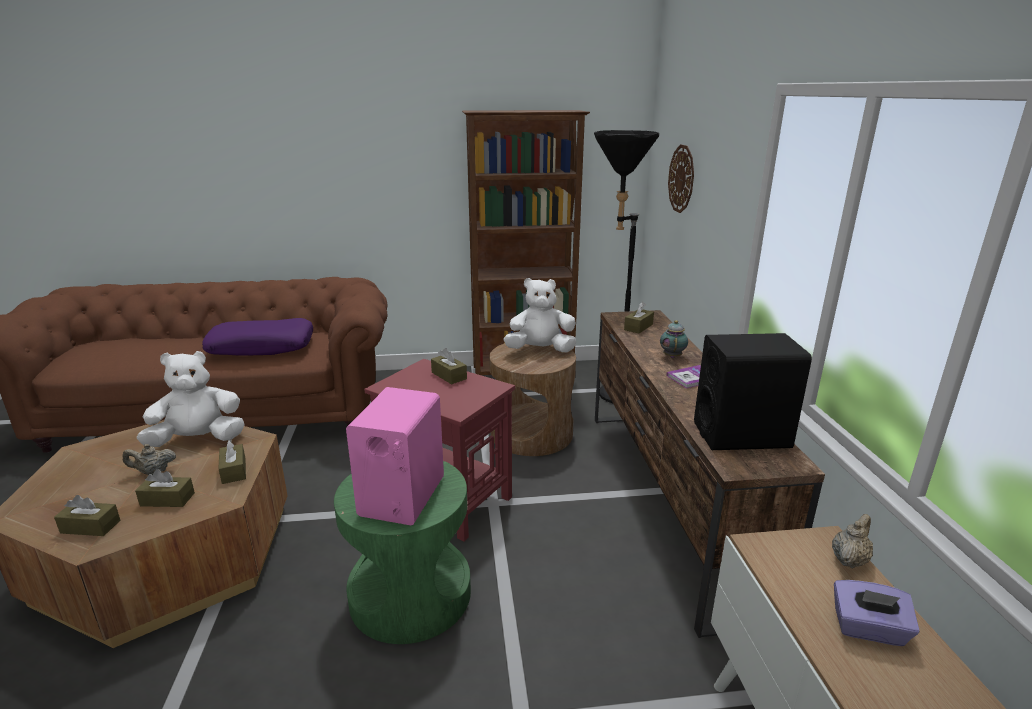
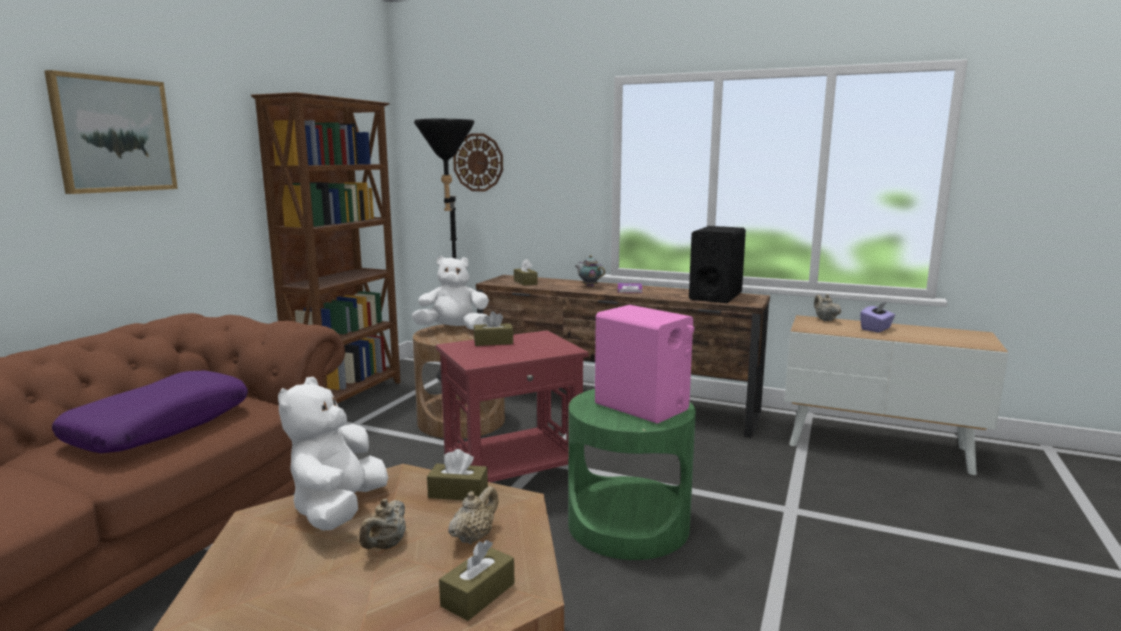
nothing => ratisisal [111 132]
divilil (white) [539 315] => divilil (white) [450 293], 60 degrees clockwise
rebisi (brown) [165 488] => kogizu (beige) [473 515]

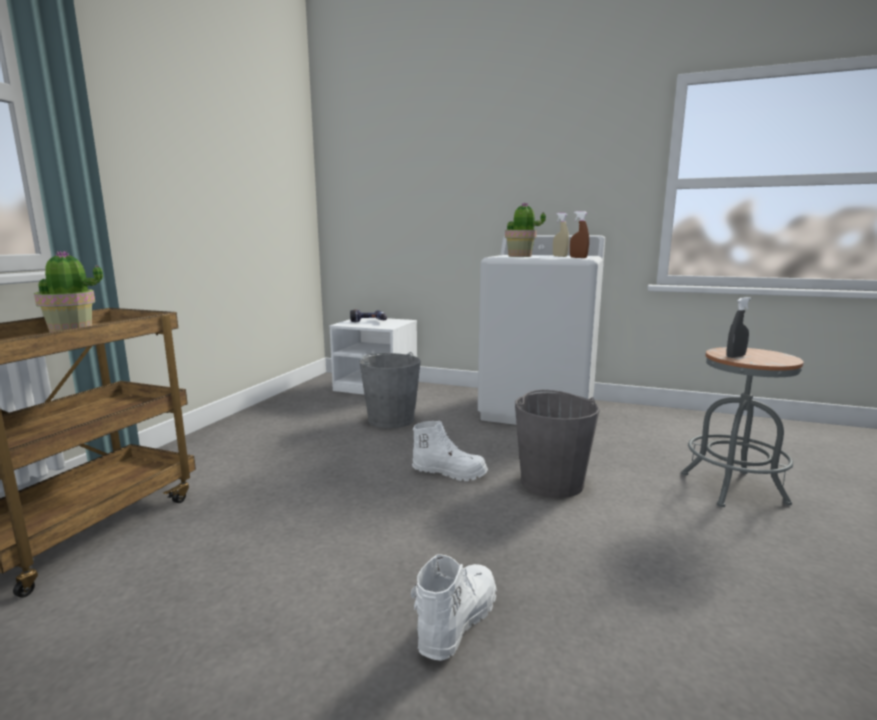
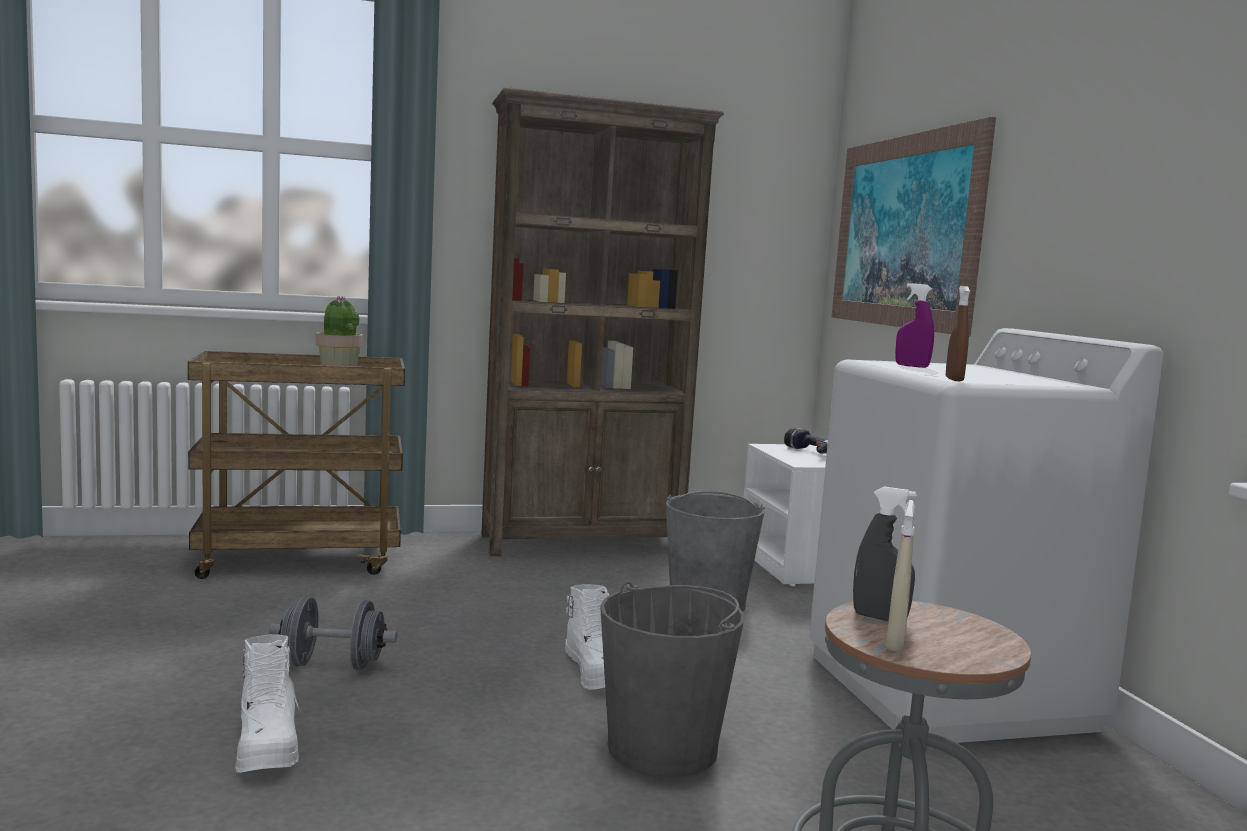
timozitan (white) [454 607] => timozitan (white) [268 703], 75 degrees clockwise
nothing => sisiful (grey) [333 633]
nothing => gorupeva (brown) [602 321]
nothing => ratisisal [913 227]
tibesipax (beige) [561 235] => tibesipax (beige) [900 576], moved
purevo [525 229] => tibesipax (purple) [914 325]

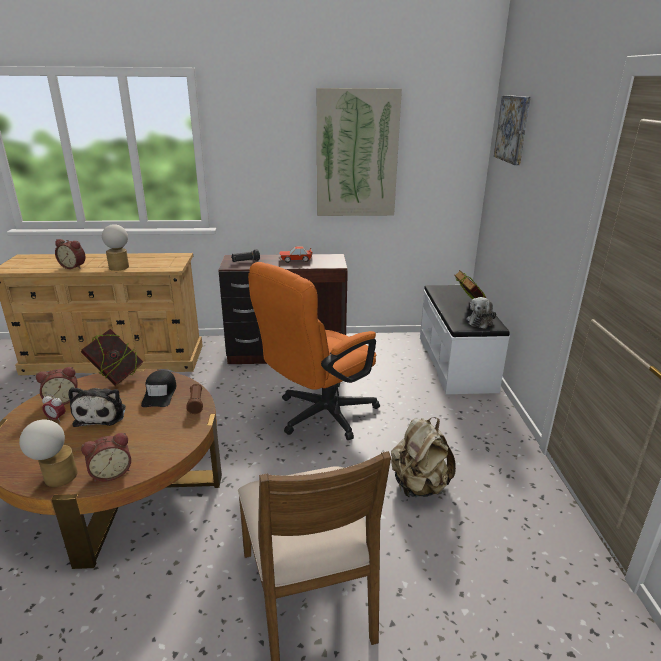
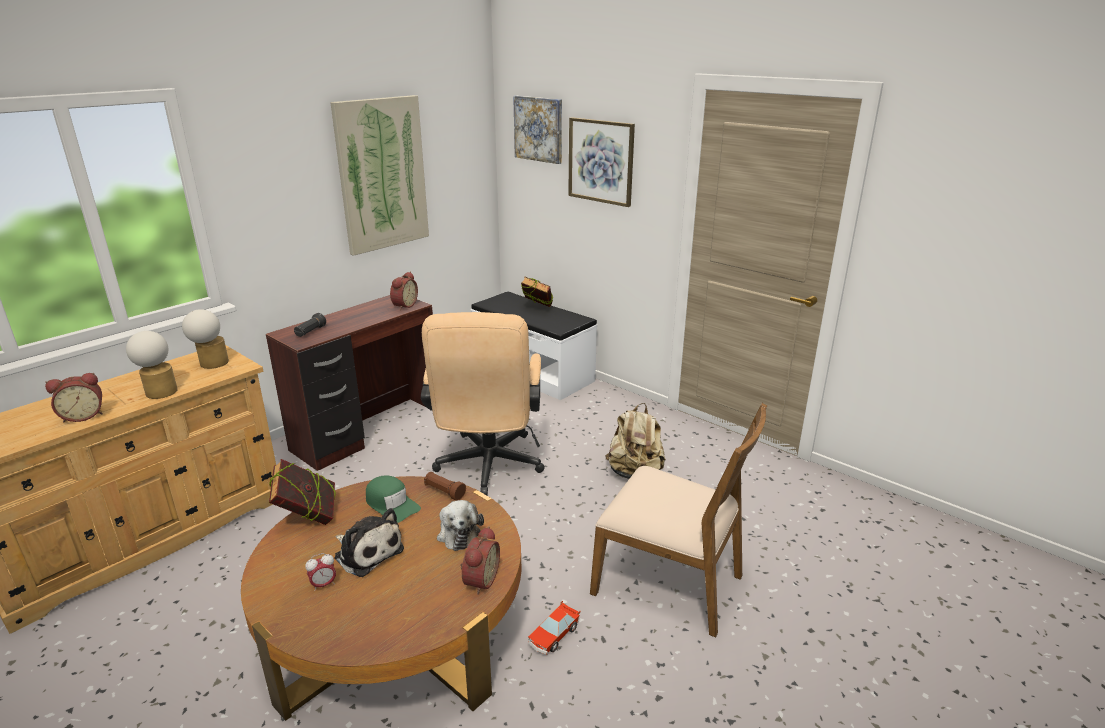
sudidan [48 453] => sudidan [205 339], moved
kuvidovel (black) [159 388] => kuvidovel (green) [393 499]
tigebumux [56 386] => tigebumux [404 291], moved
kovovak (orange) [314 351] => kovovak (beige) [483 403]
divilil [481 313] => divilil [460 525], moved
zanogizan [296 254] => zanogizan [554 628], moved
nothing => ratisisal [601 162]

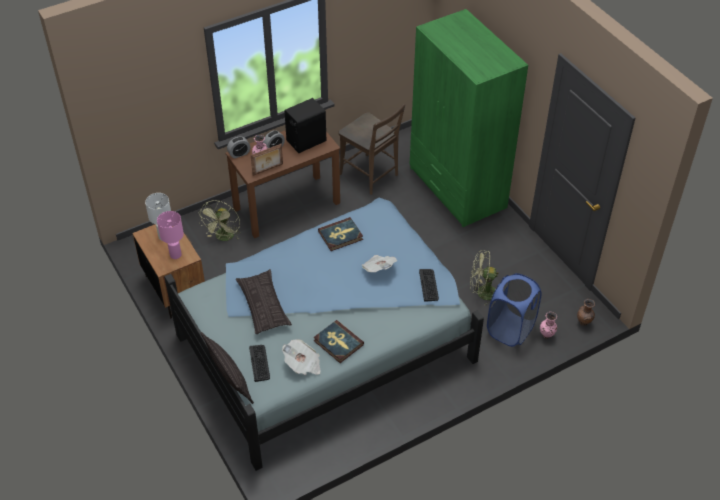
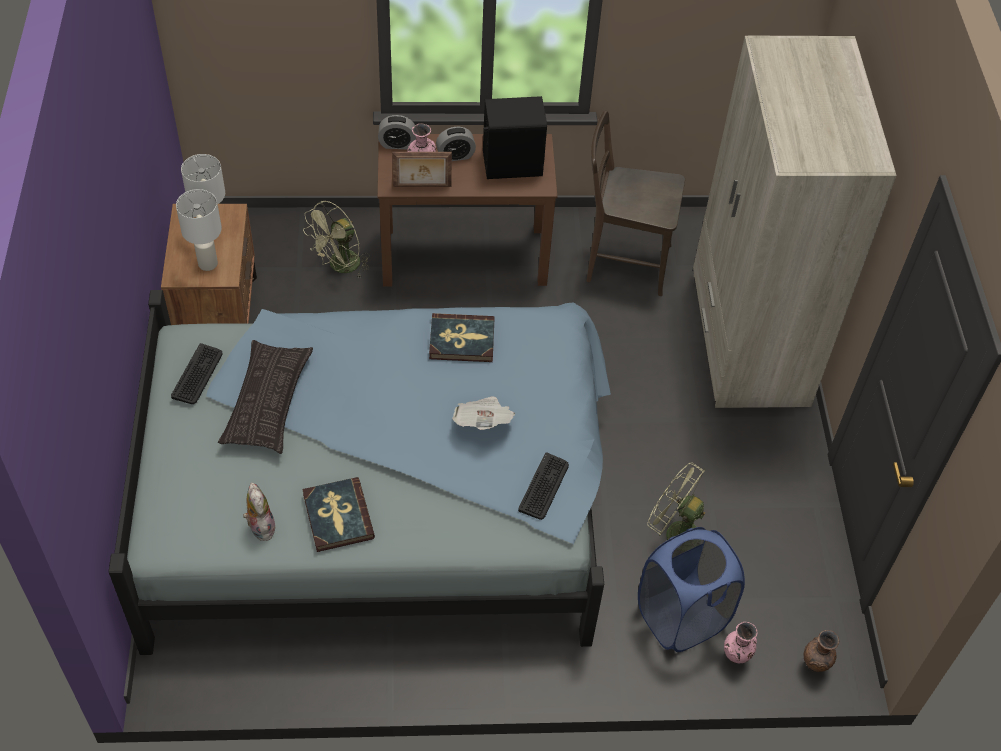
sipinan [259 363] => sipinan [197 373], moved
sudidan (pink) [170 235] => sudidan (white) [198 230]
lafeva [301 357] => divilil [259 511]
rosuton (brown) [372 149] => rosuton (brown) [635 203], 120 degrees clockwise
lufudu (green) [469 118] => lufudu (beige) [795 222]
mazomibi [227 368] => nothing

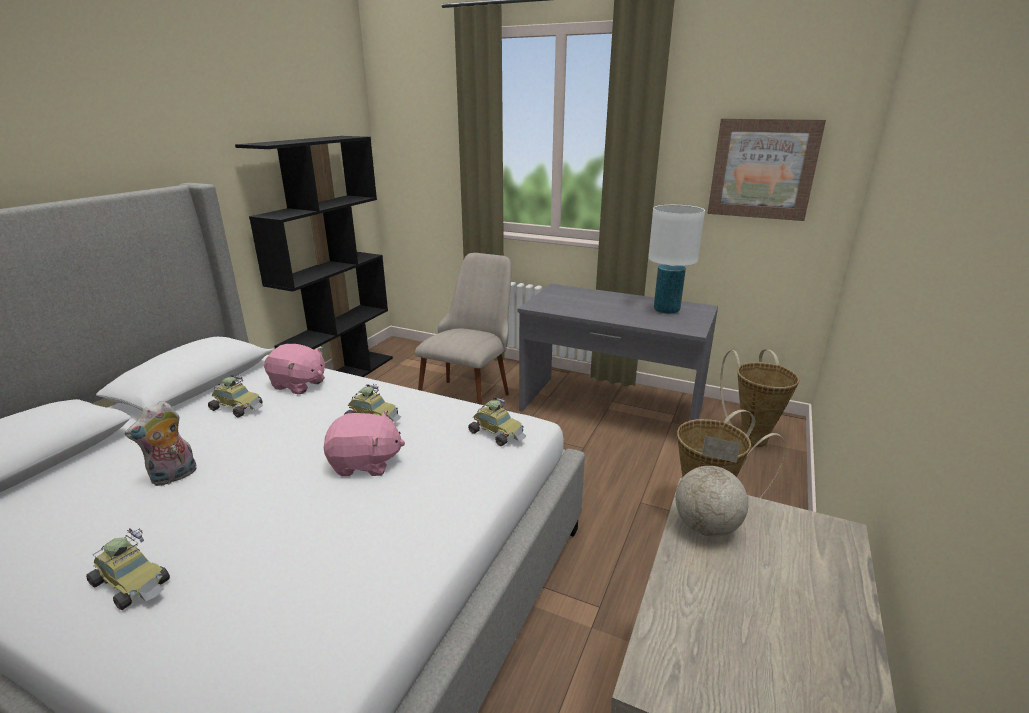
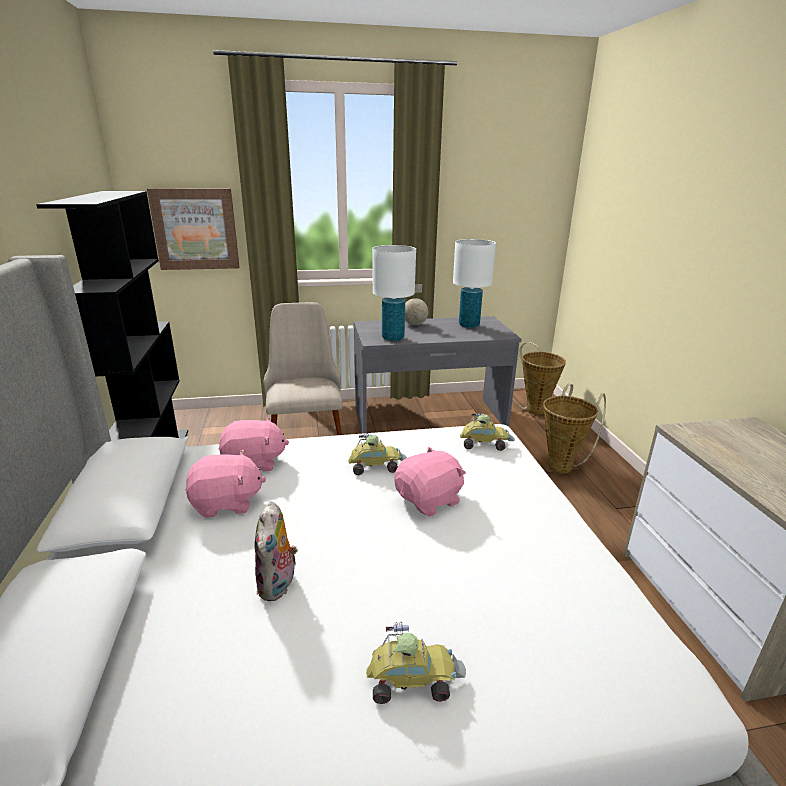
ratisisal [766 169] => ratisisal [193 229], moved
zanogizan [235 395] => divilil (pink) [225 483]
nothing => sudidan (white) [394 293]
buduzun [711 486] => buduzun [416 304], moved

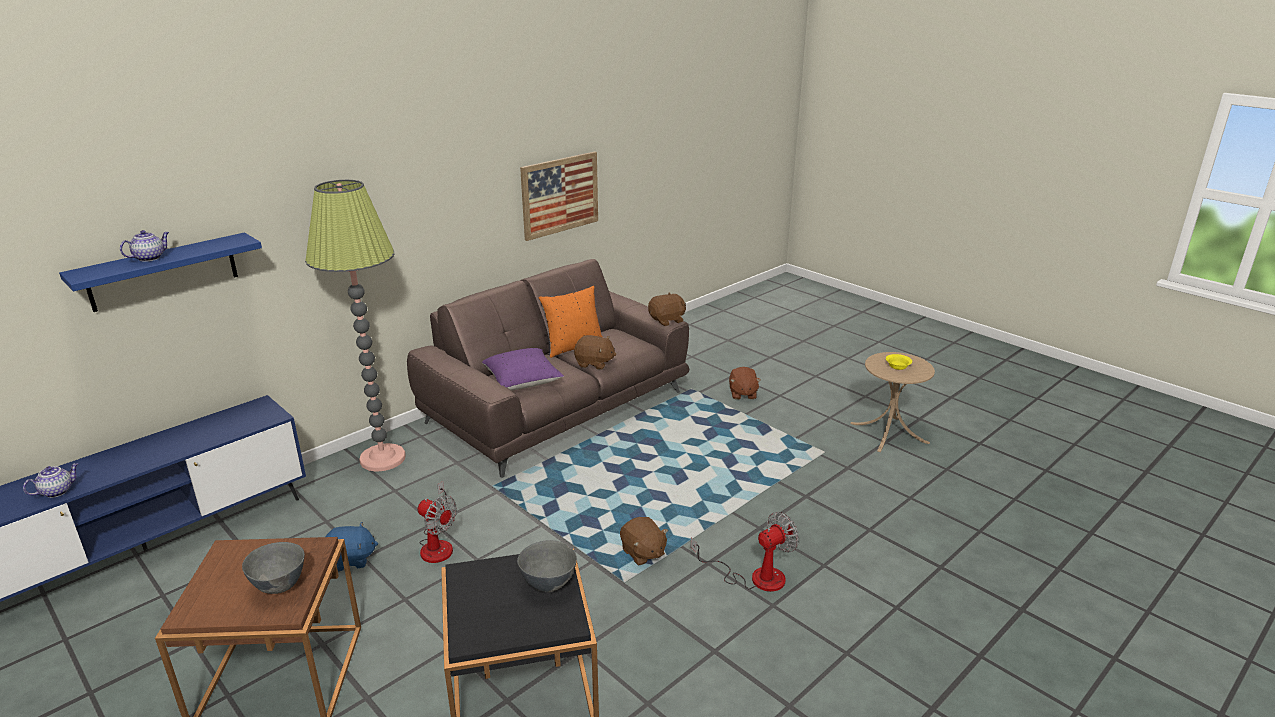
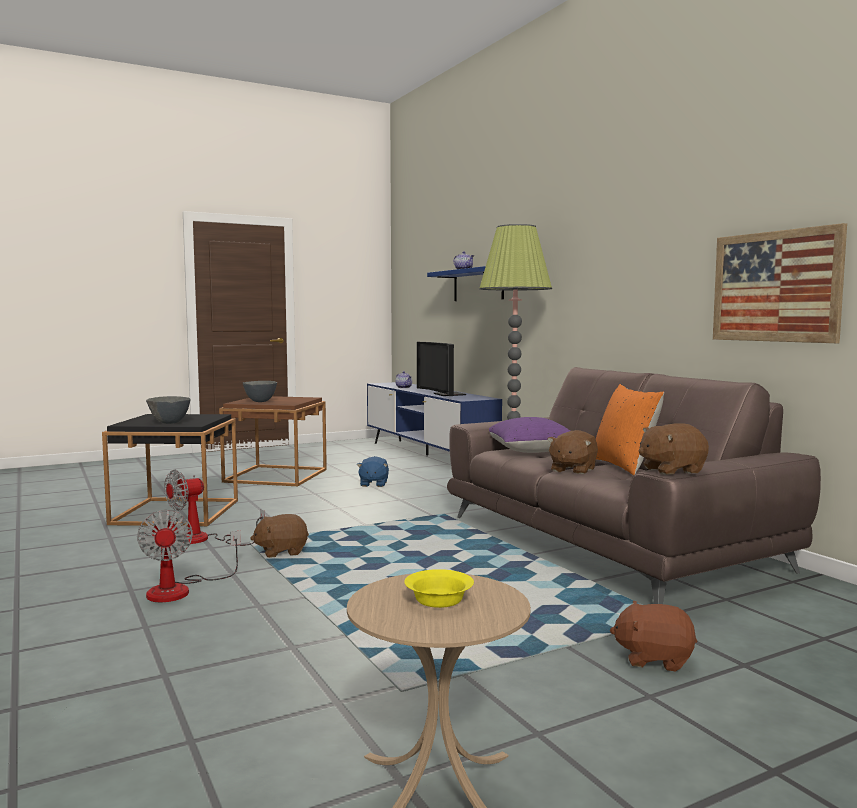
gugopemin [437 522] => gugopemin [214 507], moved
nothing => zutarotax [441 369]
divilil (brown) [667 309] => divilil (brown) [674 449], 90 degrees clockwise

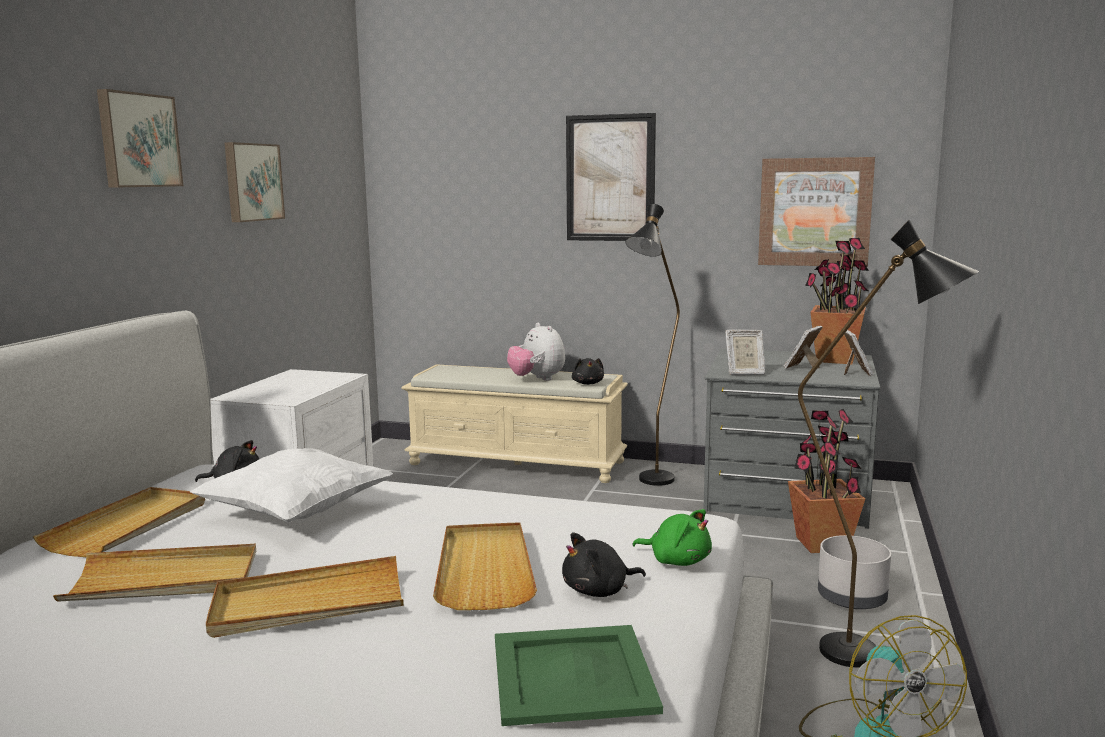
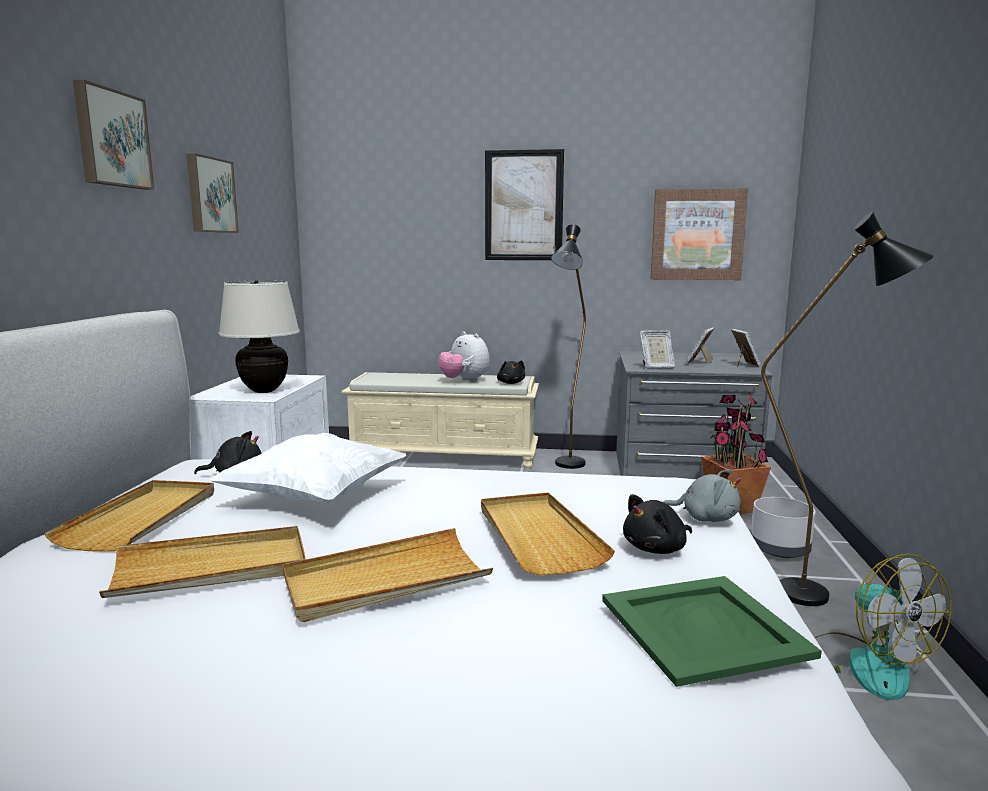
nothing => sudidan (beige) [259 336]
divilil (green) [672 537] => divilil (grey) [702 495]
purevo [837 301] => nothing

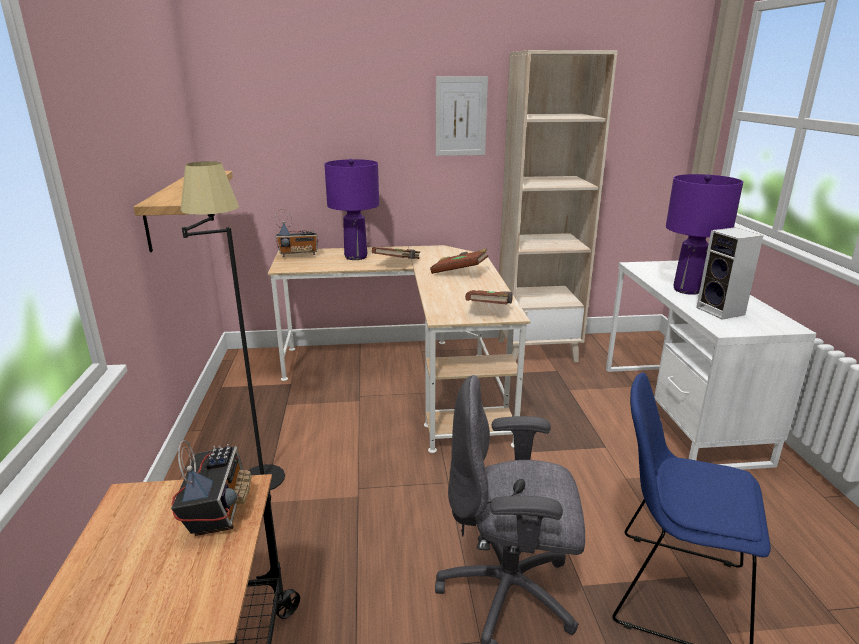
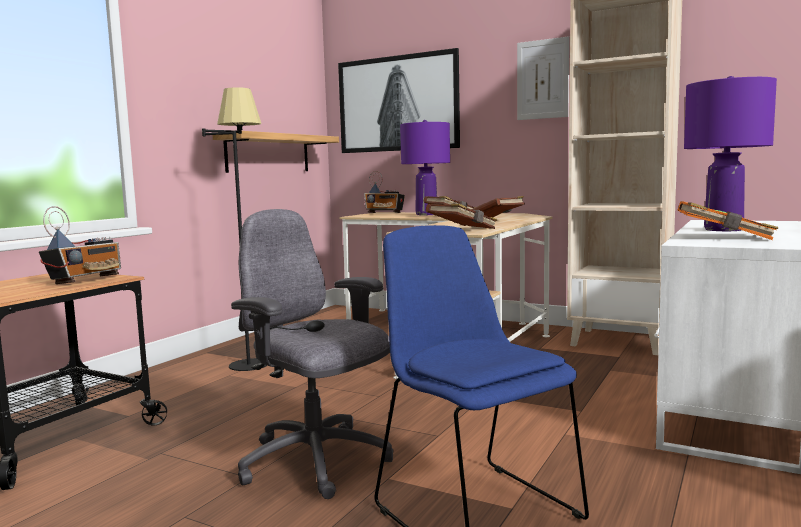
nothing => ratisisal [399 100]
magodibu [730 273] => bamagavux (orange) [727 220]

